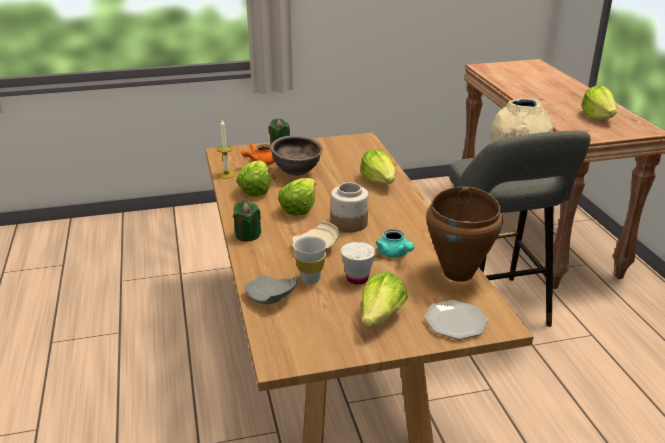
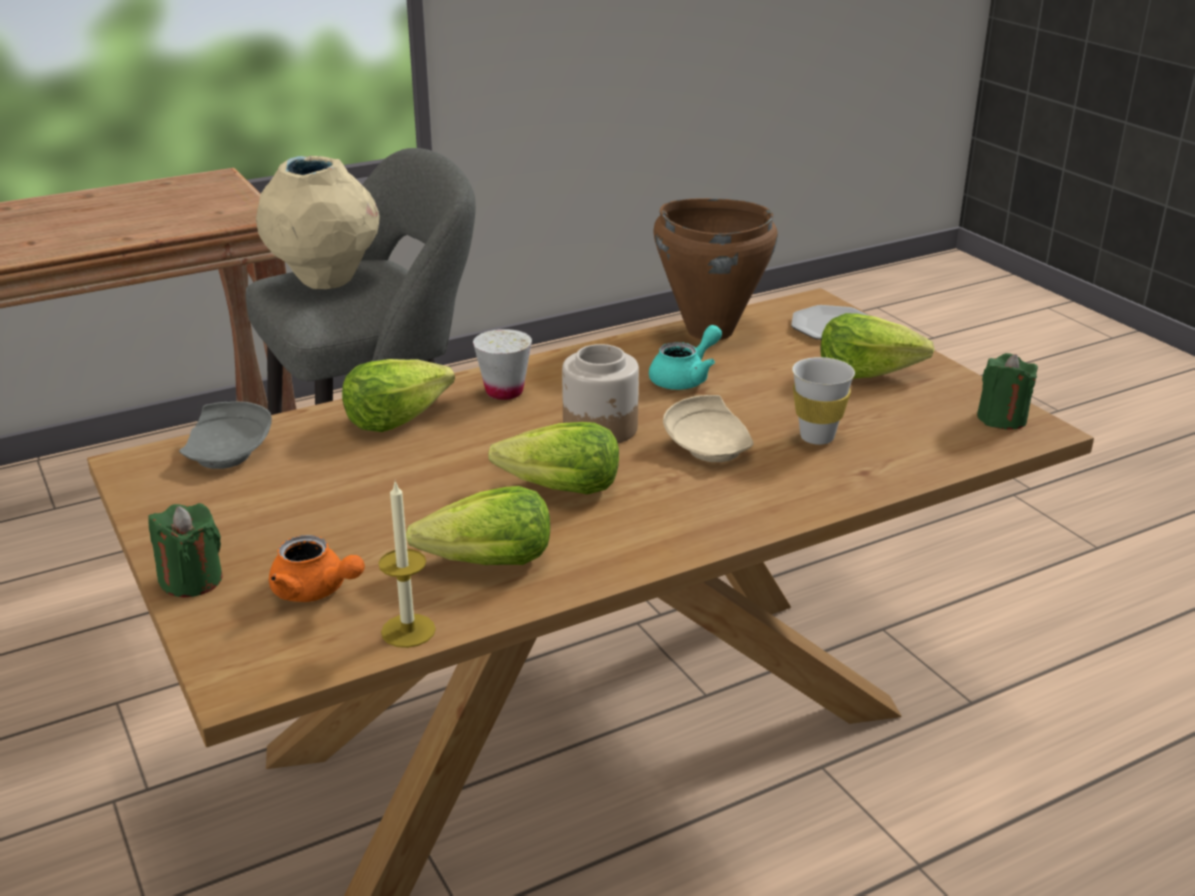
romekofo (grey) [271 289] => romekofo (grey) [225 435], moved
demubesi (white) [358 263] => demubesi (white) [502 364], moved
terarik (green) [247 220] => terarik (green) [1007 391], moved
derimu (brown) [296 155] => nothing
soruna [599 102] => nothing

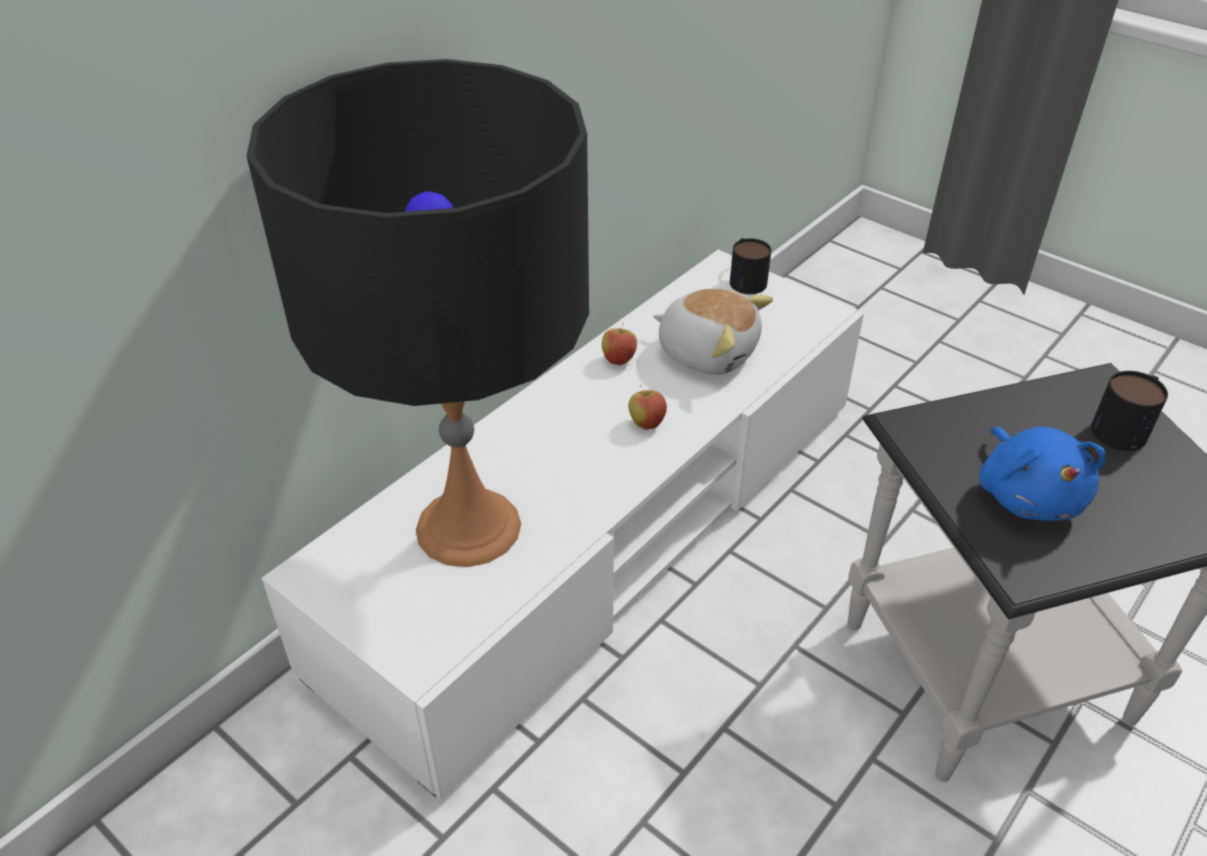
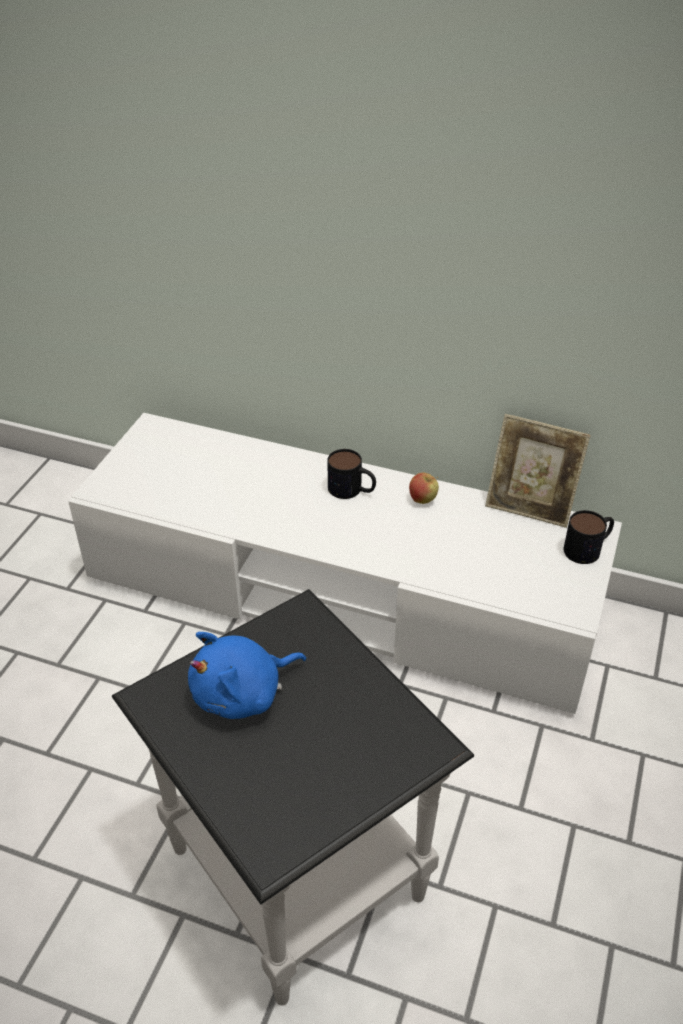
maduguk [1129 411] => maduguk [351 474], moved
nothing => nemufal [538 471]
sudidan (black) [418 313] => nothing
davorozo [647 407] => nothing
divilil [713 331] => nothing

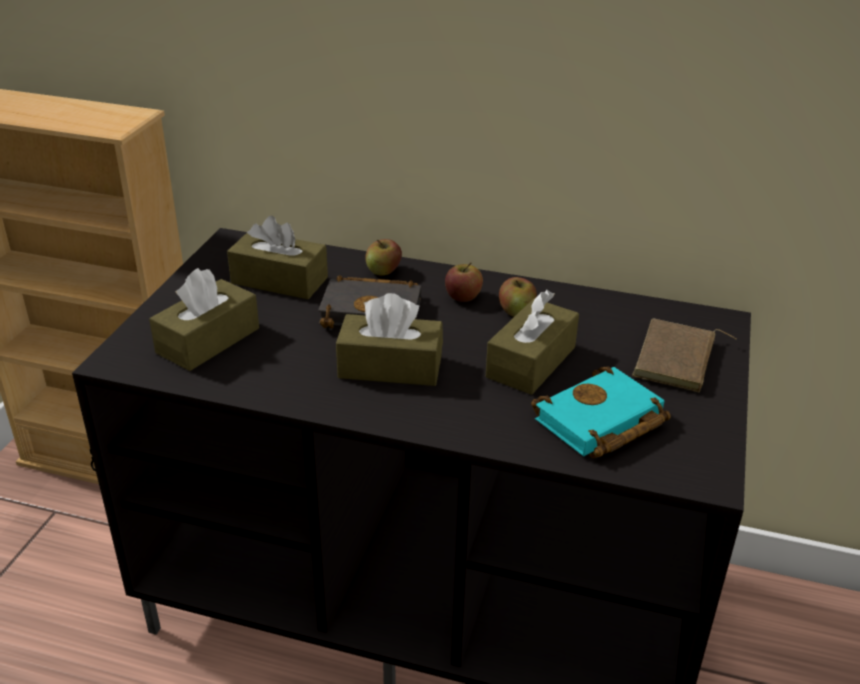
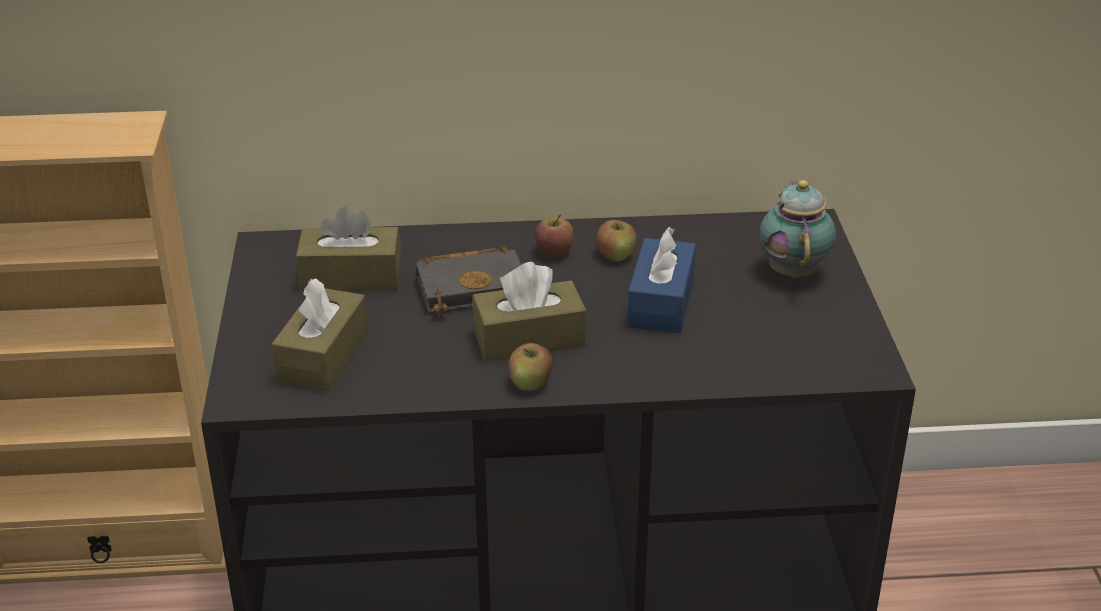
davorozo [383 257] => davorozo [531 367], moved
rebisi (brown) [532 342] => rebisi (blue) [661 280]
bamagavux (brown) [684 355] => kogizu [797 229]
bamagavux (turquoise) [601 412] => nothing

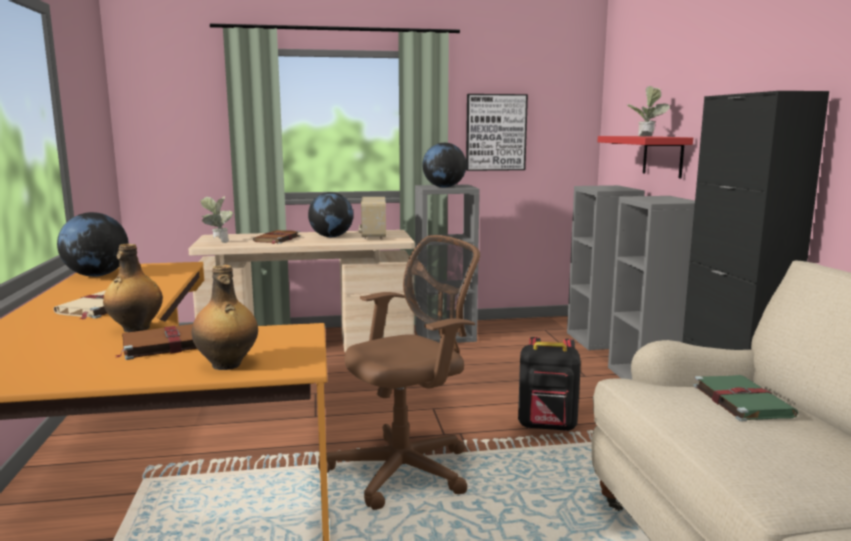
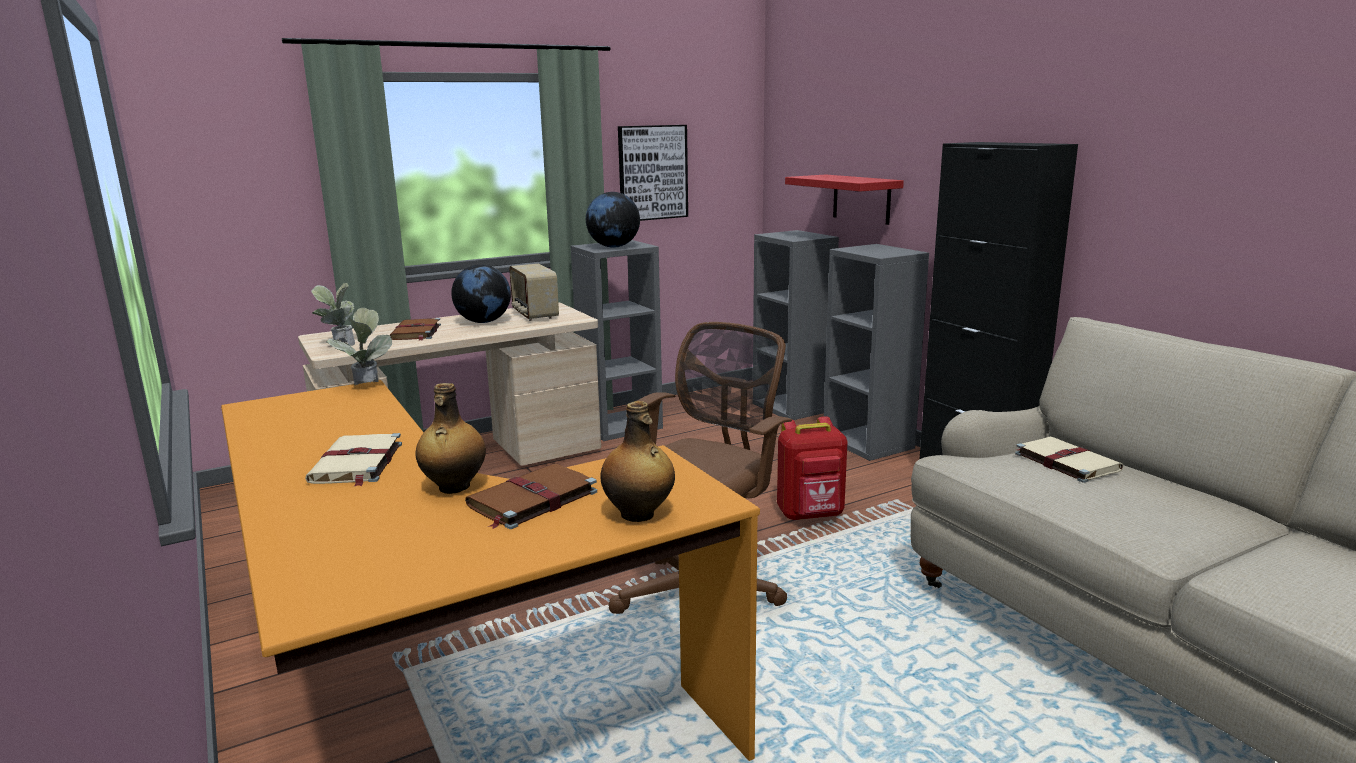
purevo [648 111] => purevo [359 346], moved
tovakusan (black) [549 384] => tovakusan (red) [812 468]
bamagavux (green) [745 398] => bamagavux (beige) [1069 460]
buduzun [93 244] => nothing

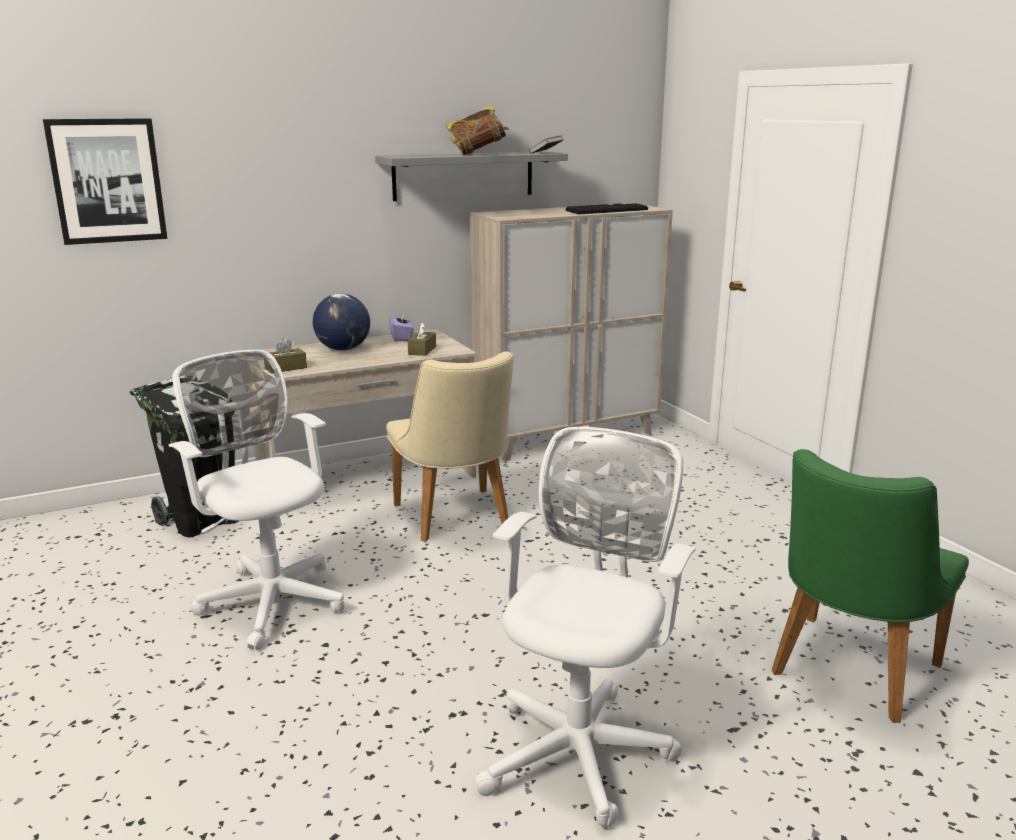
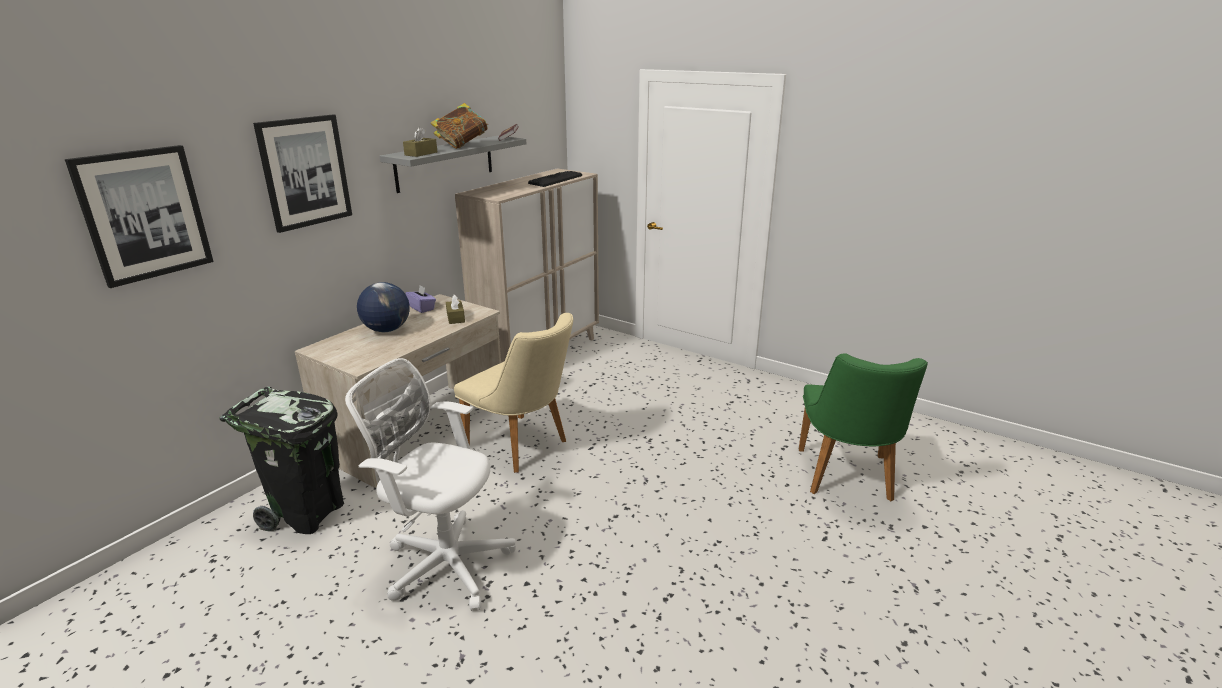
nothing => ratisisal [302 173]
rebisi (brown) [287 356] => rebisi (brown) [420 142], moved
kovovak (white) [586 627] => nothing

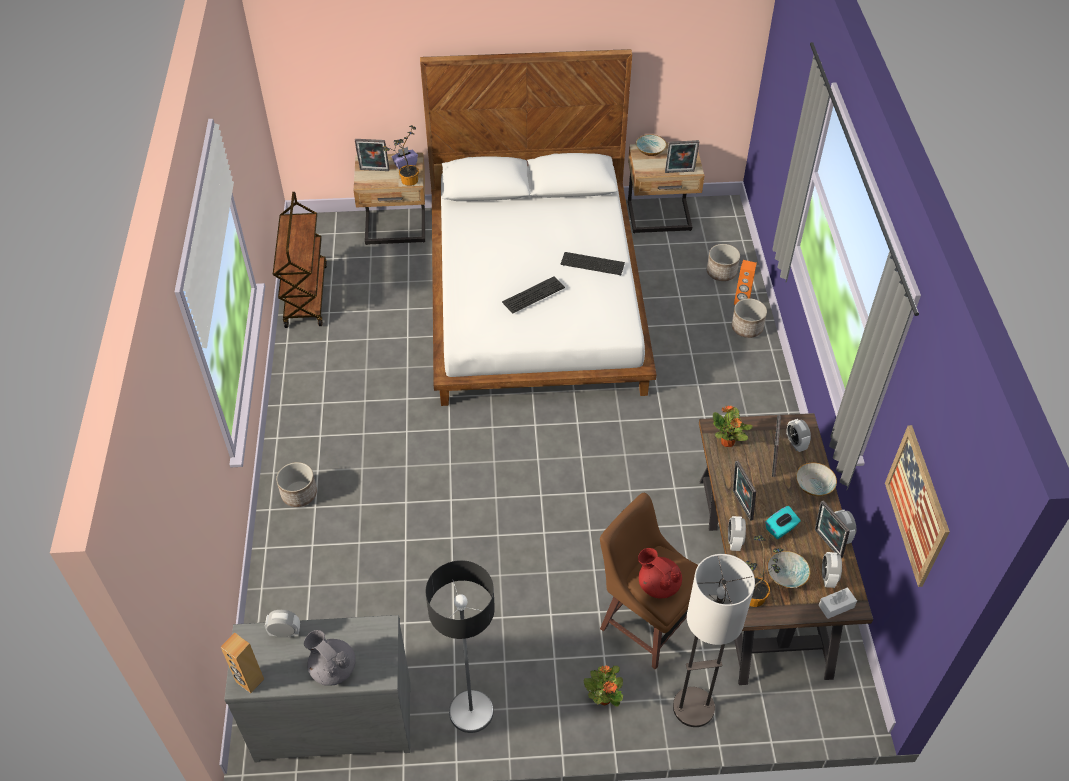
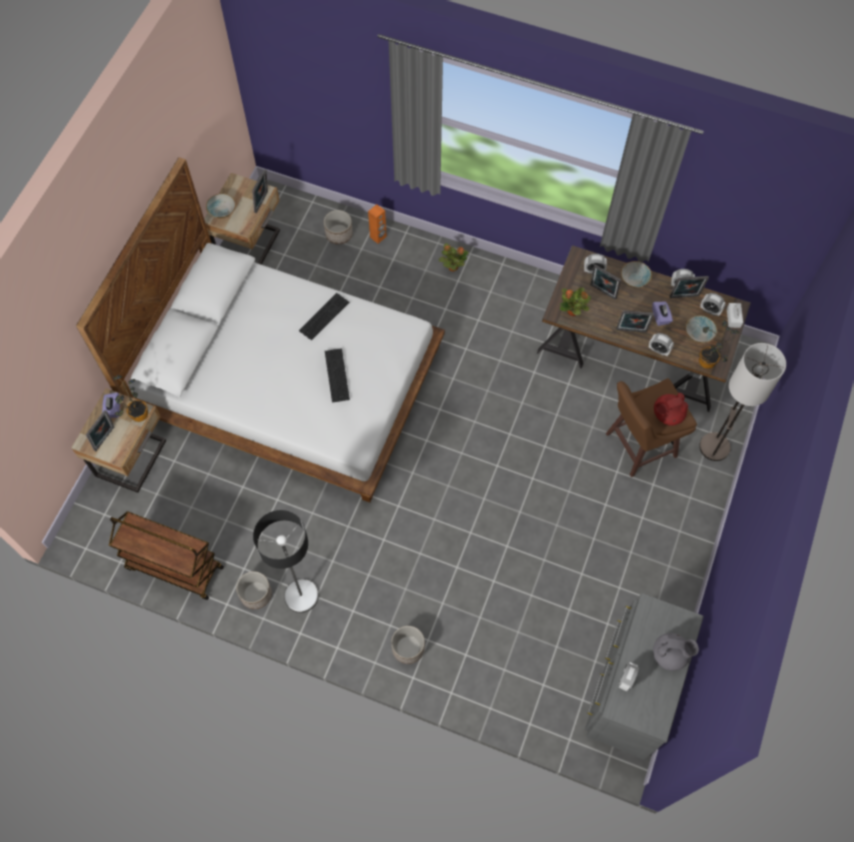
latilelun [749 318] => latilelun [254 590], moved
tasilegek [460 646] => tasilegek [286 561], moved
purevo [603 686] => purevo [453 257], moved
rebisi (turquoise) [783 522] => rebisi (purple) [662 313]
kogizu (grey) [330 658] => kogizu (grey) [676 652], 150 degrees counterclockwise
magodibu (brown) [242 663] => nothing
ratisisal [917 506] => nothing

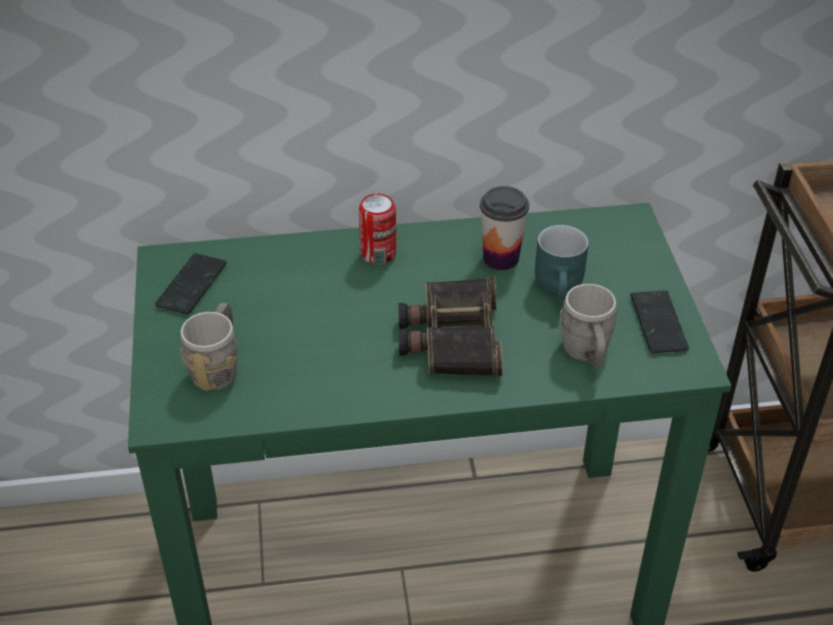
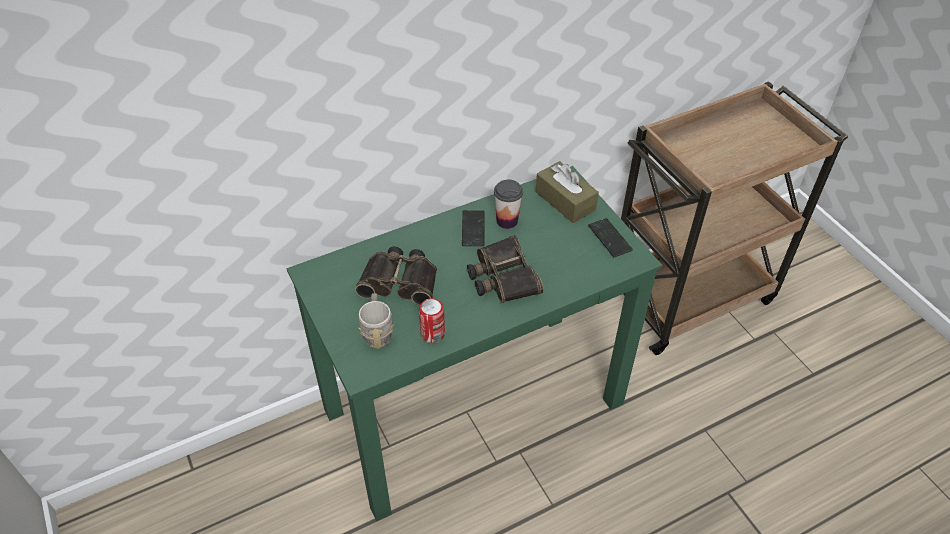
nothing => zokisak [396 275]
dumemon [377 229] => dumemon [432 320], moved
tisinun [190 283] => tisinun [473 228], moved
nothing => rebisi (brown) [567 192]
maduguk (turquoise) [562 262] => nothing
maduguk (grey) [588 326] => nothing

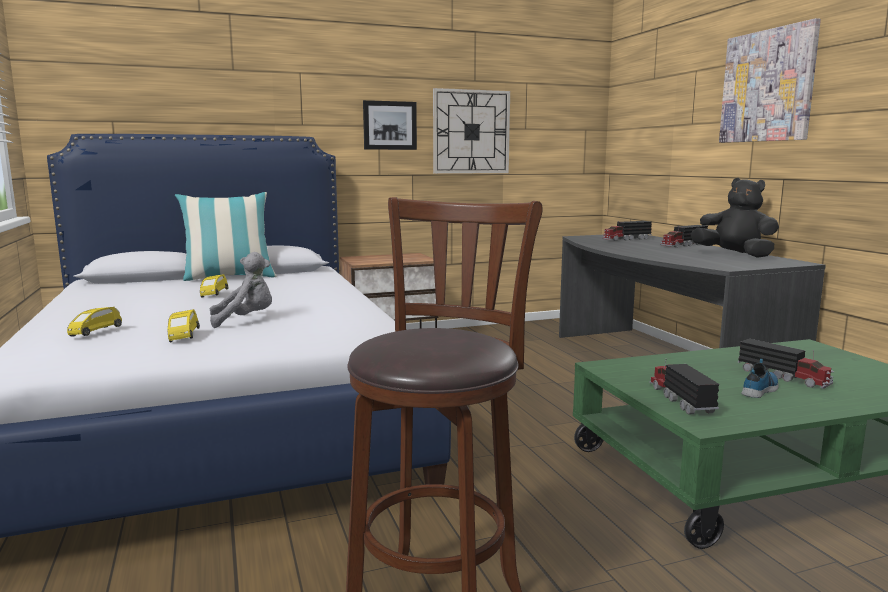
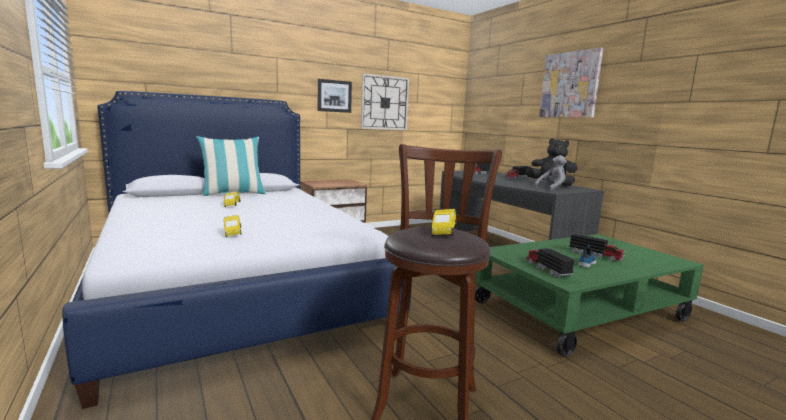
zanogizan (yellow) [94 322] => zanogizan (yellow) [444 222], moved
divilil (grey) [241 290] => divilil (grey) [550 173], moved

